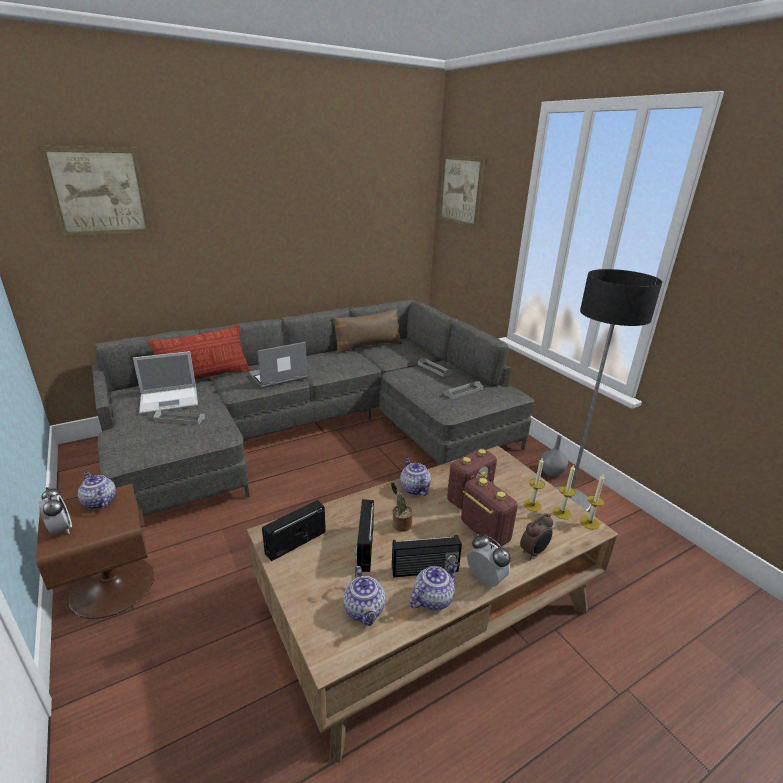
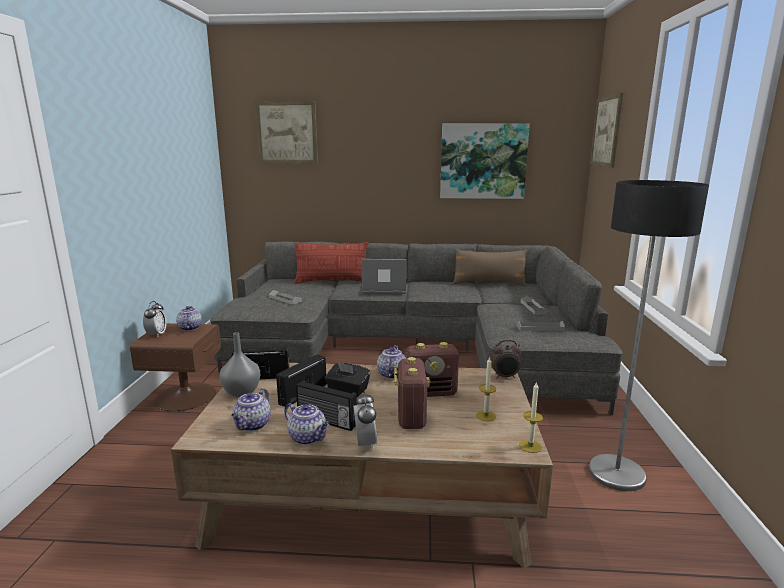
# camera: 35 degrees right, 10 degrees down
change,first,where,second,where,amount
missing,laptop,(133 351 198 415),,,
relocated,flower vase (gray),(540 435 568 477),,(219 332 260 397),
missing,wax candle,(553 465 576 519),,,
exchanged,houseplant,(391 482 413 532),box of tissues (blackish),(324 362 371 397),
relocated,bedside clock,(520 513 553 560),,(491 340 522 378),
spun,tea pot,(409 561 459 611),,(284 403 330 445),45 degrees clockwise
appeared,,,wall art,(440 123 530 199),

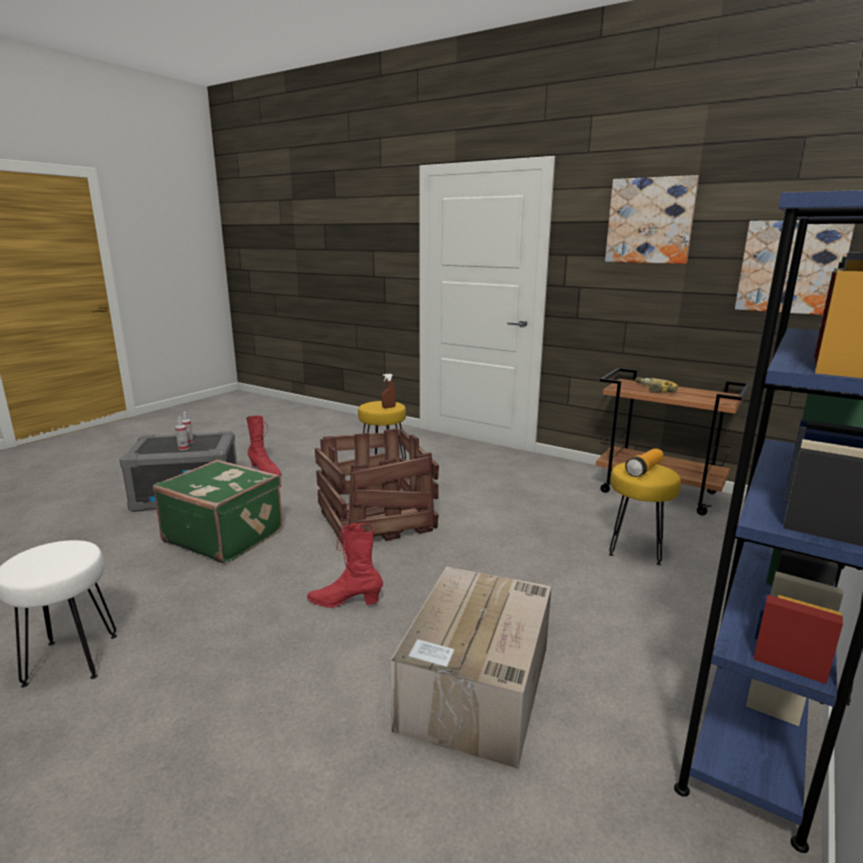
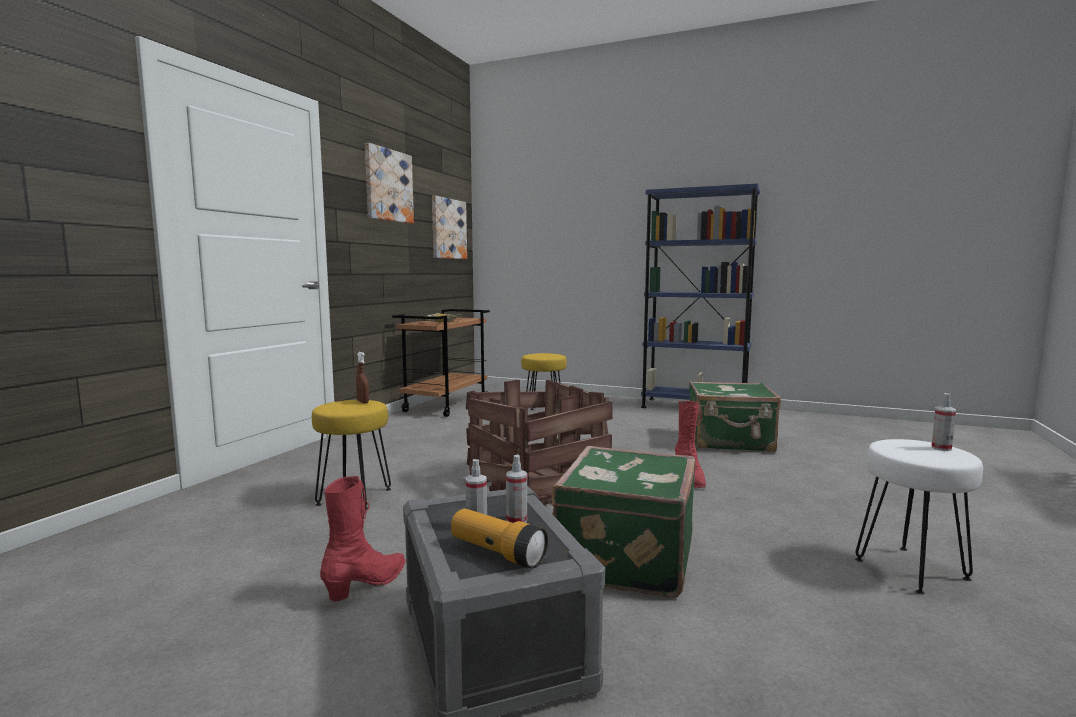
# camera: 100 degrees left, 10 degrees down
change,first,where,second,where,amount
relocated,flashlight,(625 448 663 477),,(451 509 548 569),
exchanged,cardboard box,(390 566 551 769),travel case (greenish),(689 381 781 452),
appeared,,,sprayer,(931 393 956 451),

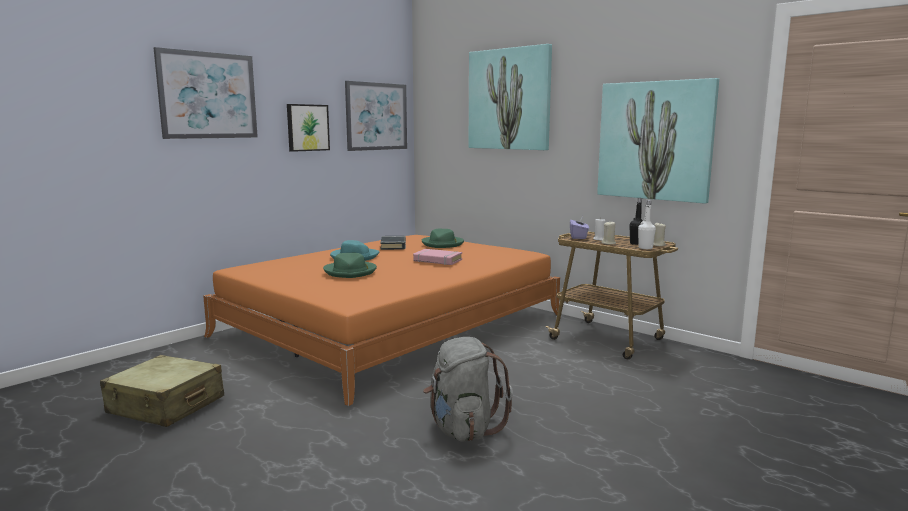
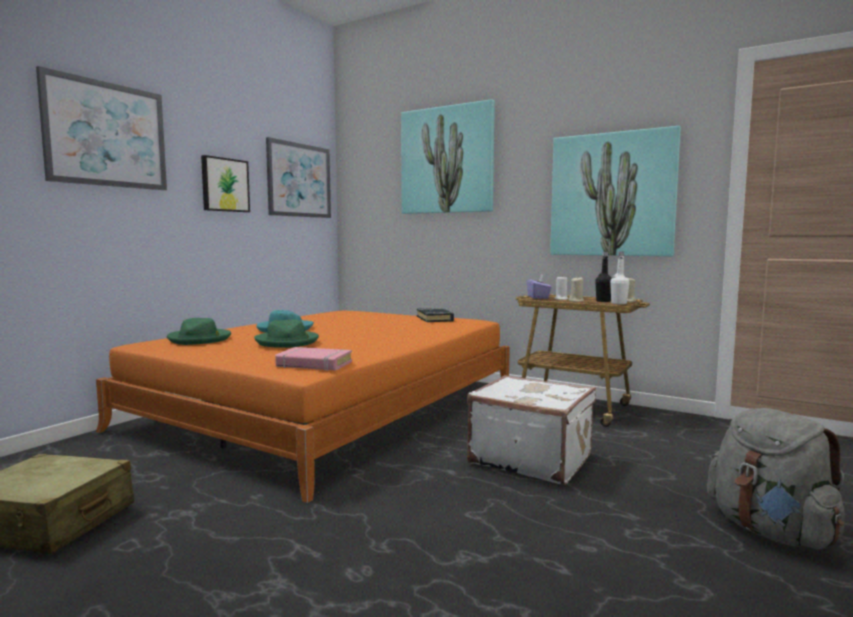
# camera: 10 degrees left, 5 degrees down
change,first,where,second,where,amount
relocated,wearable hat (greenish),(422 229 464 248),,(167 318 231 345),
relocated,volume (blackish),(380 236 406 250),,(417 308 454 322),
relocated,volume (pink),(413 249 462 265),,(275 347 352 371),
relocated,backpack (gray),(423 337 513 442),,(707 408 845 550),
appeared,,,travel case (whitish),(467 375 596 485),

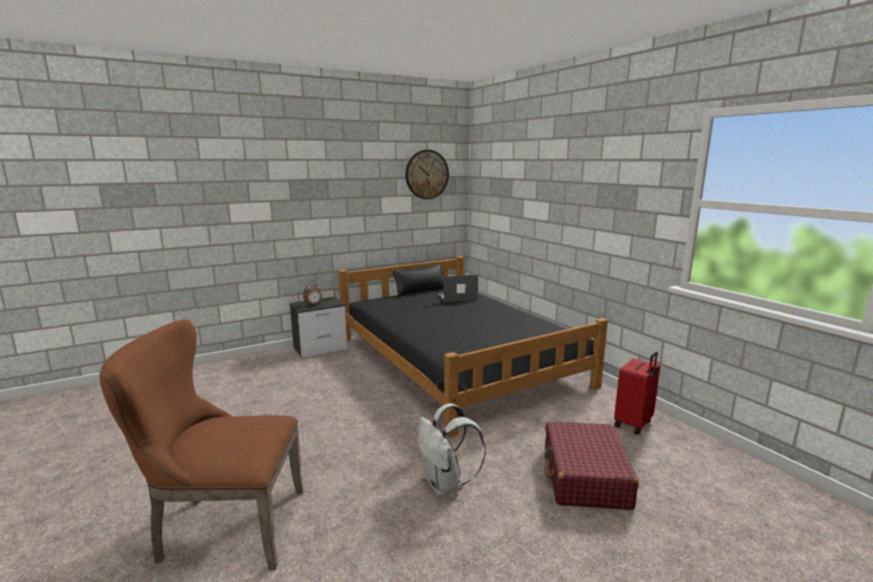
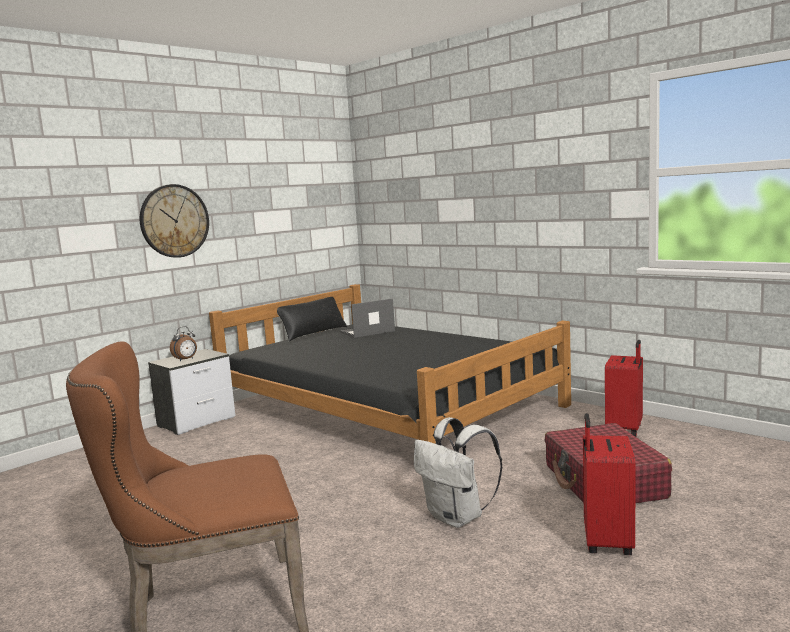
# camera: 15 degrees left, 5 degrees down
change,first,where,second,where,amount
relocated,clock on the wall,(406 150 449 199),,(140 184 209 258),
appeared,,,travel case (red),(583 413 635 555),

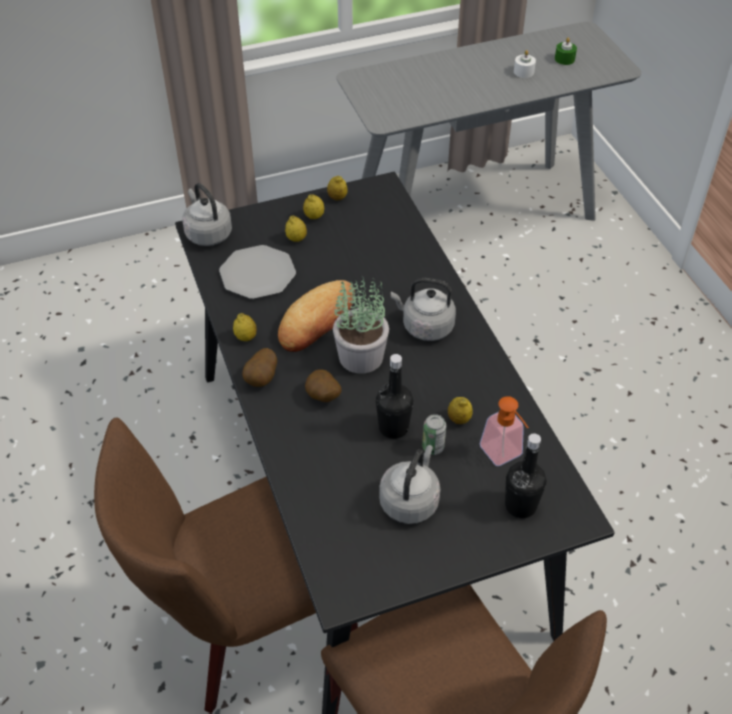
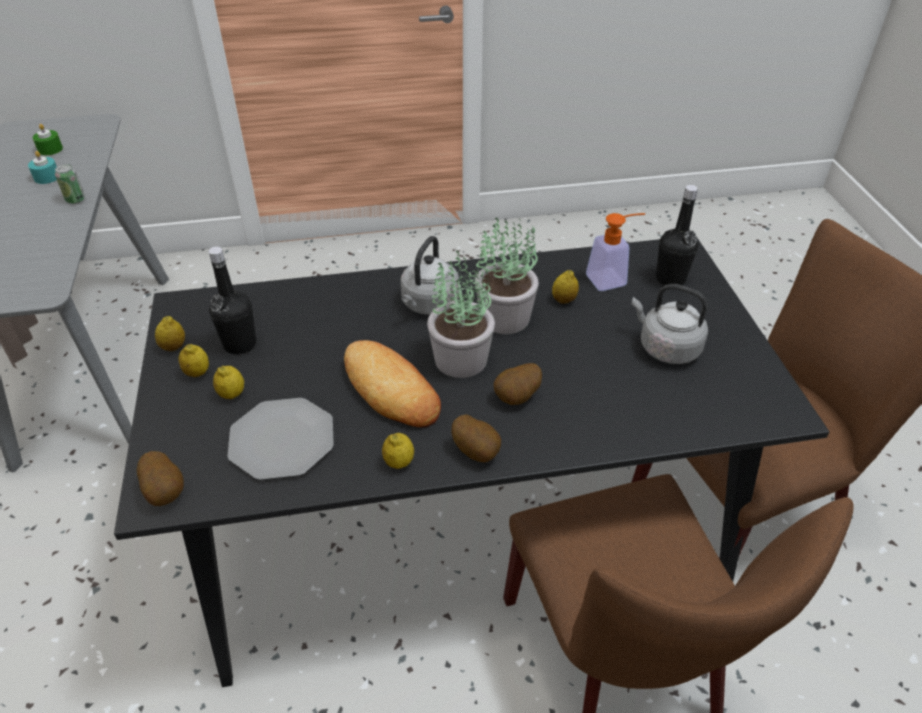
# camera: 80 degrees left, 5 degrees down
change,first,where,second,where,amount
colour,wax candle (whitish),(514 50 536 78),wax candle (blue-green),(28 151 57 184),
exchanged,tea kettle (gray),(182 183 232 246),potato,(137 451 184 506),
relocated,bottle (blackish),(376 354 413 439),,(209 247 256 355),
relocated,metal can,(422 414 446 455),,(55 164 85 204),
appeared,,,houseplant,(475 217 539 334),

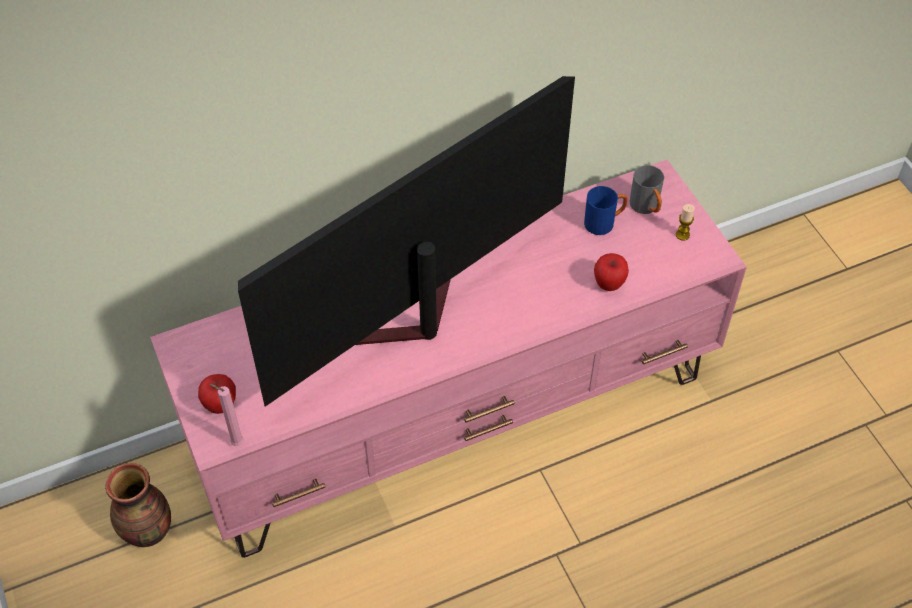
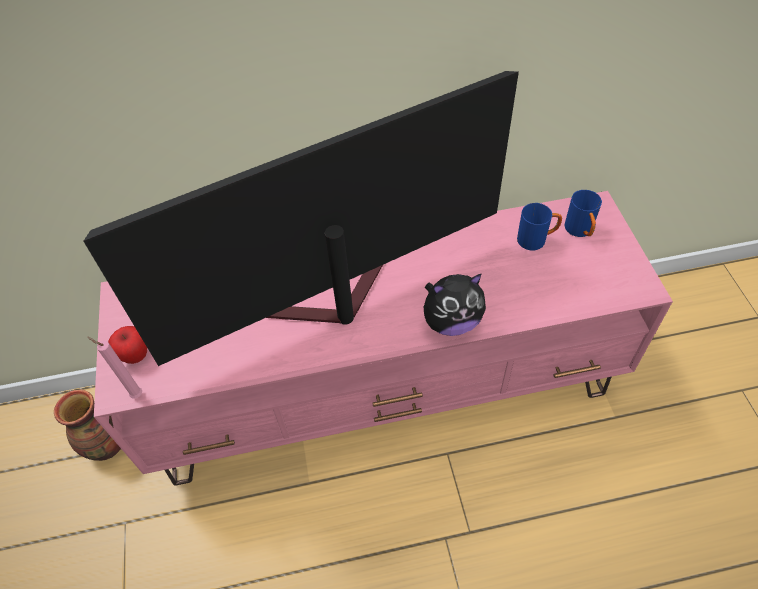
# camera: 15 degrees right, 0 degrees up
change,first,where,second,where,amount
colour,mug (gray),(630 165 664 214),mug (blue),(564 190 602 237),
missing,wax candle,(676 204 695 241),,,
missing,apple fruit,(594 253 629 291),,,
appeared,,,soft toy,(423 274 486 336),

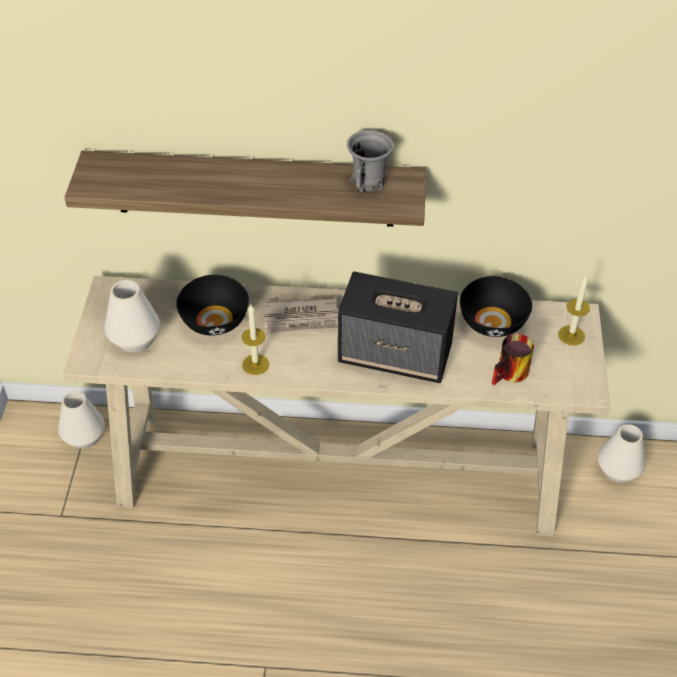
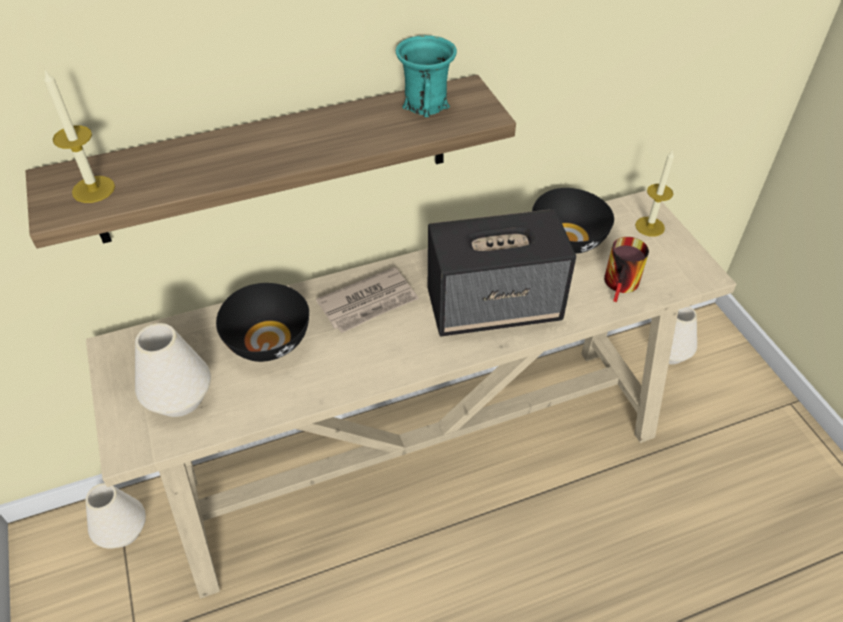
# camera: 25 degrees left, 0 degrees up
change,first,where,second,where,amount
colour,mug (gray),(347 130 394 192),mug (blue-green),(396 35 457 117),
relocated,wax candle,(242 305 269 375),,(44 68 115 203),

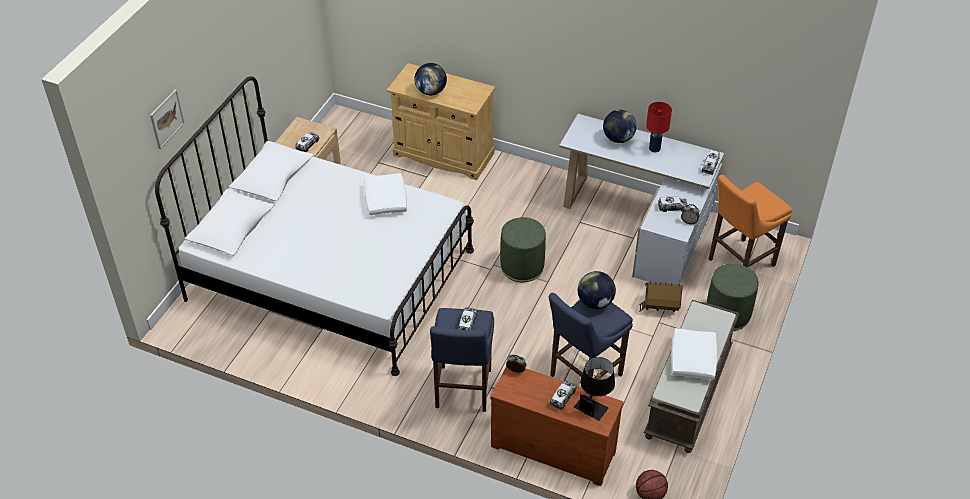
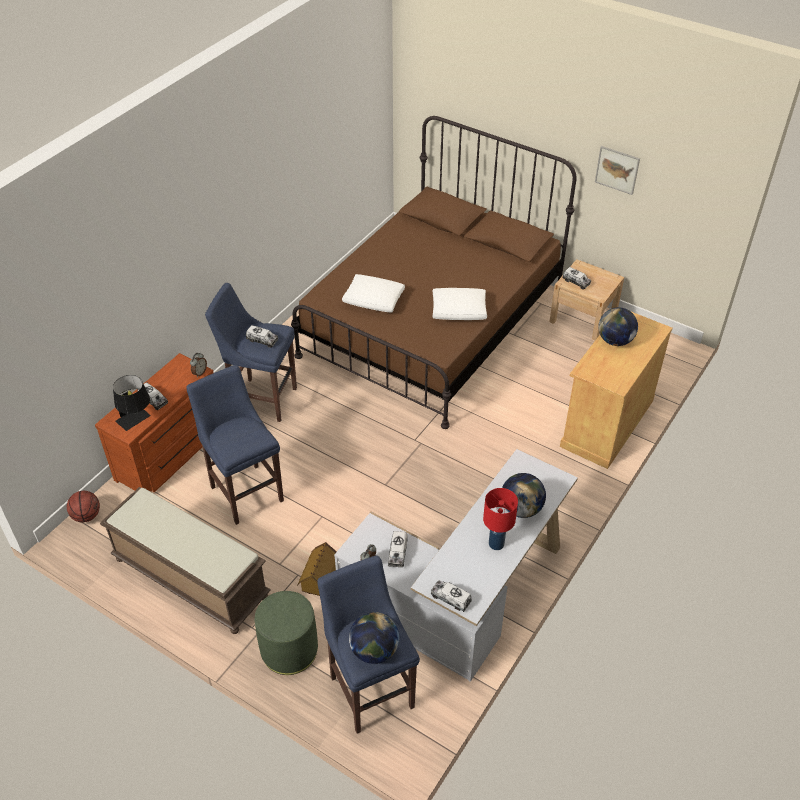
# camera: 100 degrees right, 0 degrees up
change,first,where,second,where,amount
colour,sleeping bed (whitish),(155 76 474 376),sleeping bed (brown),(291 116 577 429),
relocated,wall art,(150 90 185 149),,(595 146 640 195),
colour,stool (orange-coloured),(709 175 792 267),stool (blue),(318 556 420 734),
missing,footrest (greenish),(500 217 546 282),,,
relocated,desk globe,(578 271 616 309),,(349 612 399 664),
relocated,pillow (whitish),(671 328 718 380),,(342 274 405 312),

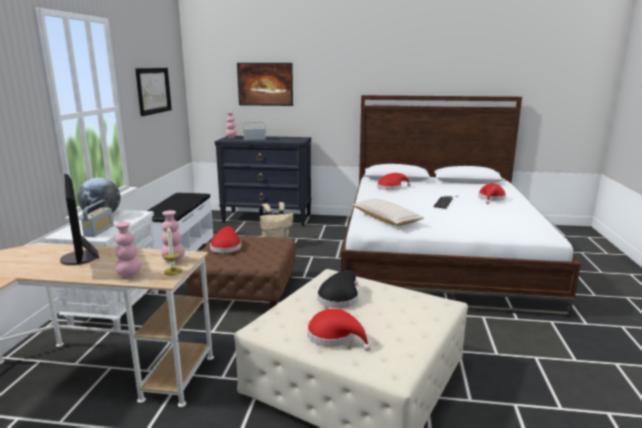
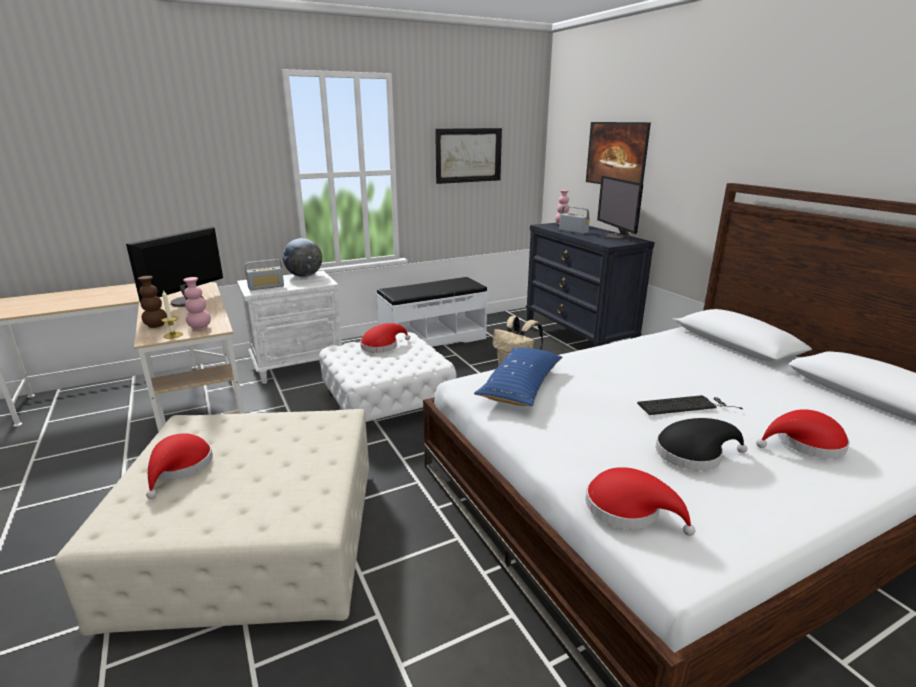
# camera: 55 degrees right, 5 degrees up
change,first,where,second,where,amount
relocated,wearable hat (red),(377 173 411 190),,(586 467 695 536),
colour,pillow (beige),(352 199 424 226),pillow (blue),(474 347 562 406),
colour,flower vase (pink),(115 222 141 278),flower vase (brown),(138 276 167 328),
colour,footrest (brown),(186 235 296 309),footrest (whitish),(319 332 456 422),
relocated,wearable hat (blackish),(317 270 358 308),,(656 418 747 470),
appeared,,,computer display,(597 176 643 240),

